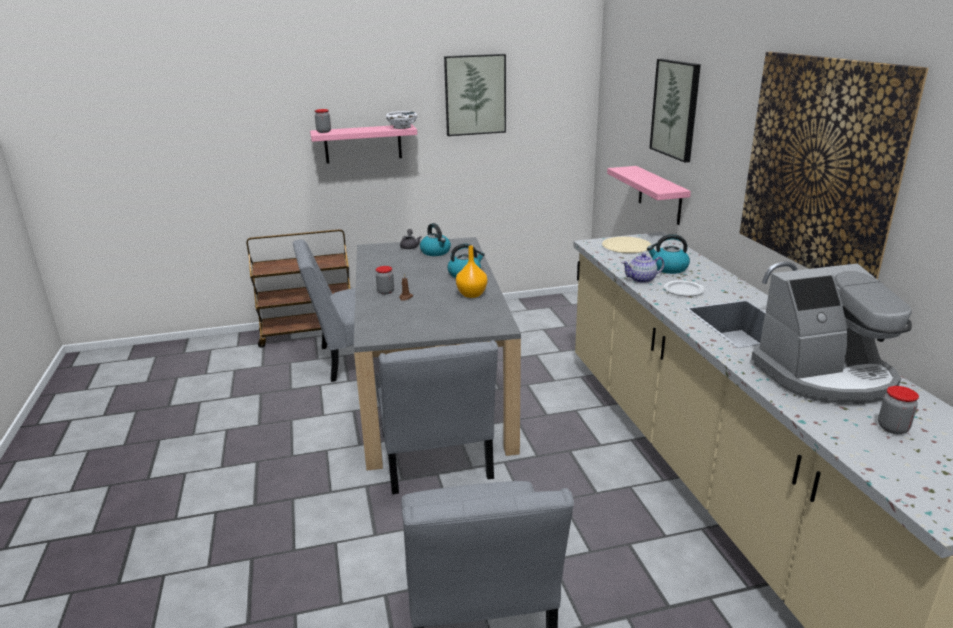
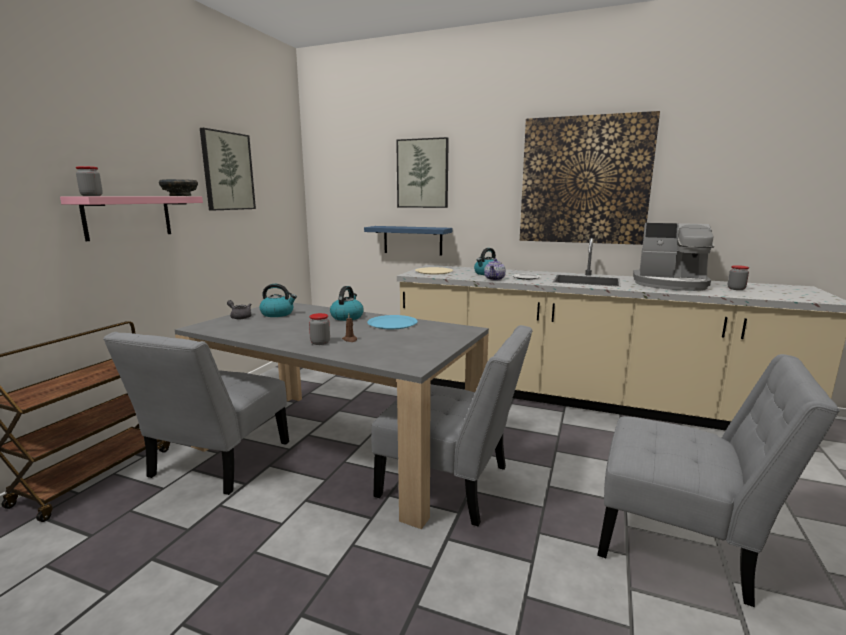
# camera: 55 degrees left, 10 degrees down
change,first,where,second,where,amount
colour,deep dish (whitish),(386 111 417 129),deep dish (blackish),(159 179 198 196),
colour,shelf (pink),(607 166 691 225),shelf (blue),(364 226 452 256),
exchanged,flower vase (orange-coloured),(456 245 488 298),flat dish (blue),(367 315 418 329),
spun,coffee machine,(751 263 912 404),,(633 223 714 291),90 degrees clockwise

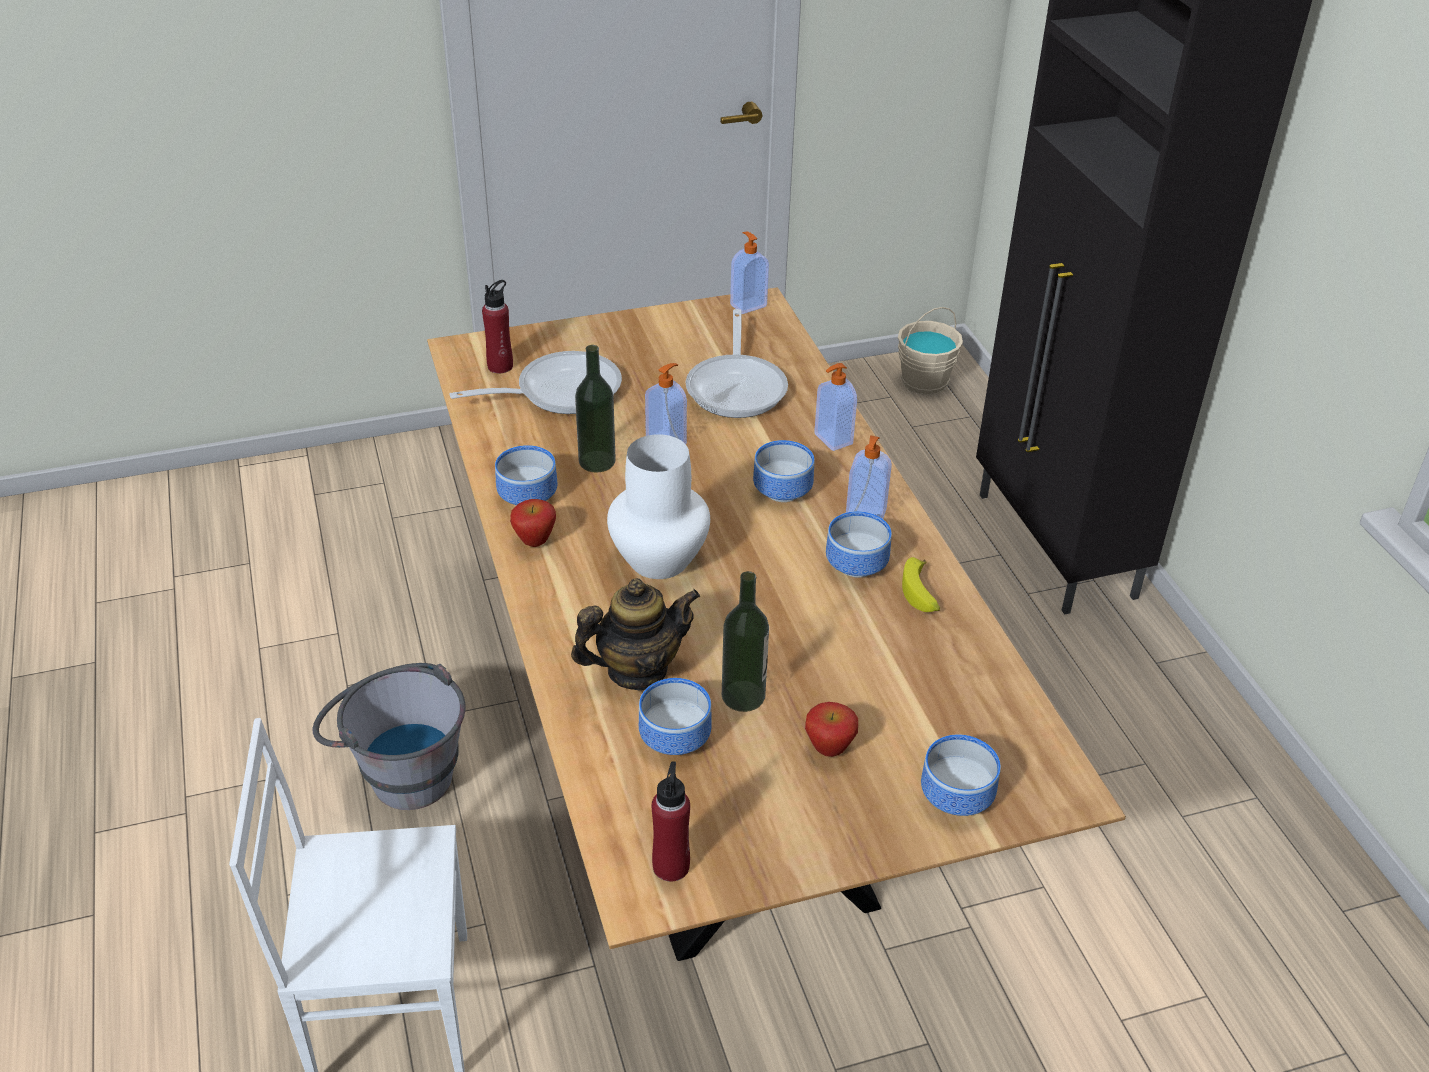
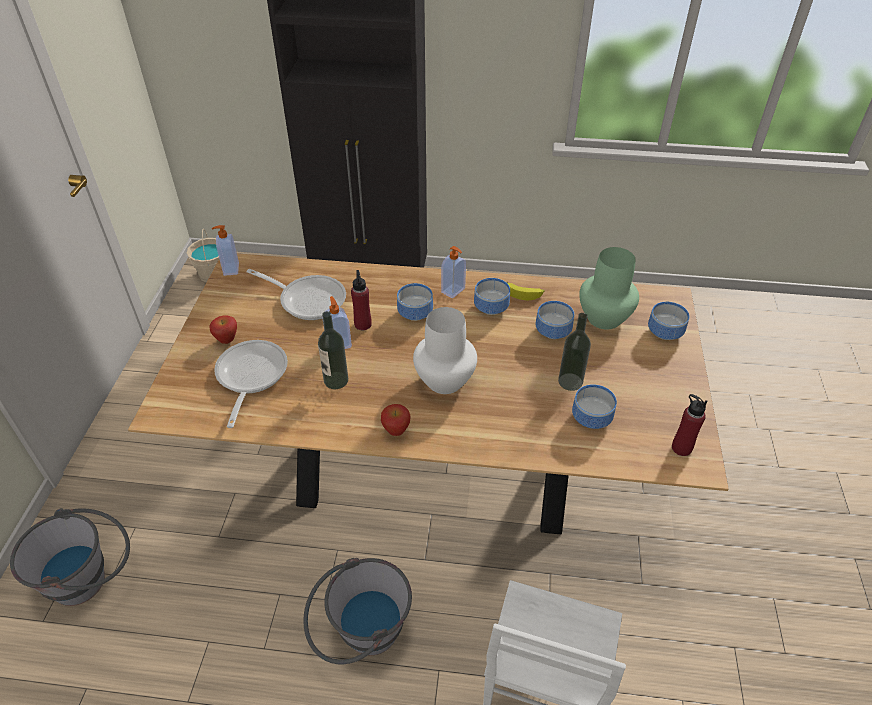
# camera: 65 degrees left, 5 degrees up
change,first,where,second,where,amount
relocated,bottle (red),(482 280 513 373),,(351 270 372 330),
missing,liquid soap bottle,(814 363 857 451),,,
relocated,deep dish,(495 445 557 506),,(536 301 574 339),
missing,tea pot,(571 578 700 690),,,
relocated,apple fruit,(805 702 858 757),,(209 316 237 344),
appeared,,,flower vase (greenish),(579 247 639 330),
appeared,,,water bucket (gray),(10 508 130 606),

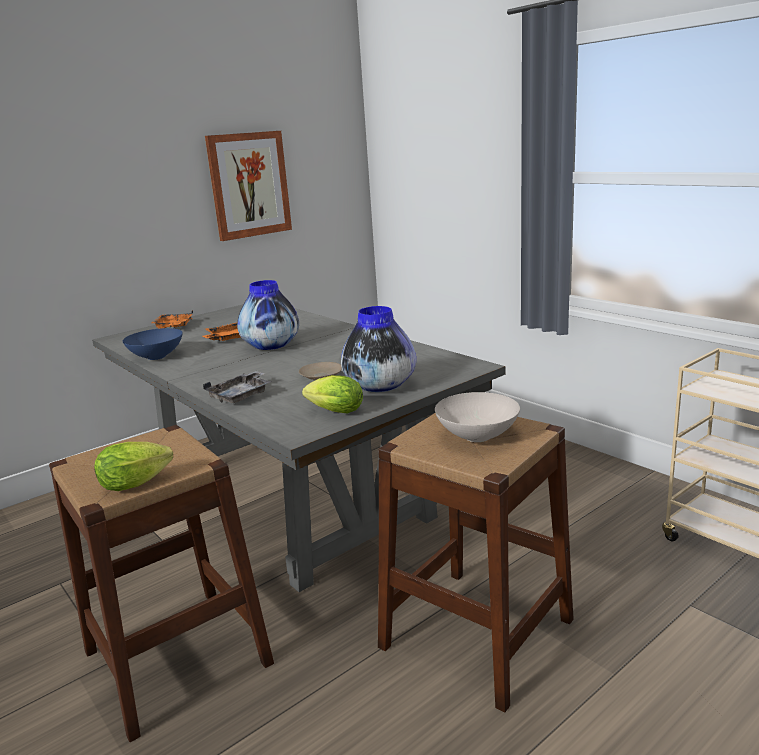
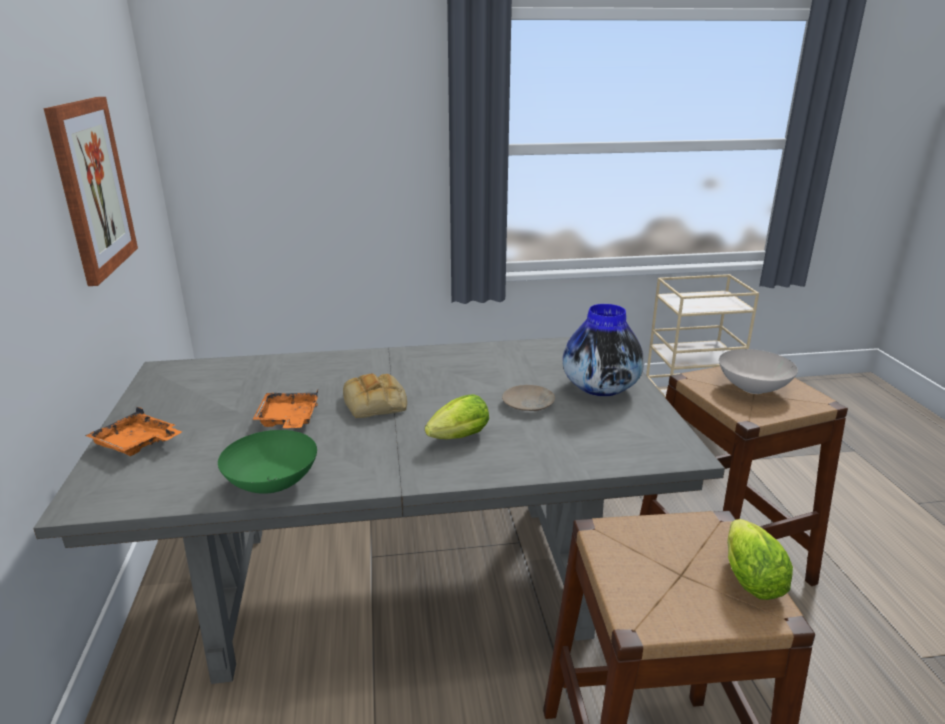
# camera: 60 degrees left, 5 degrees up
change,first,where,second,where,amount
exchanged,flower vase,(237 280 299 350),baked bread,(343 374 407 418),
colour,deep dish (blue),(123 328 183 360),deep dish (greenish),(218 430 317 494),
missing,carrying tray (gray),(203 371 271 403),,,
relocated,lettuce head,(302 375 363 414),,(425 394 489 439),

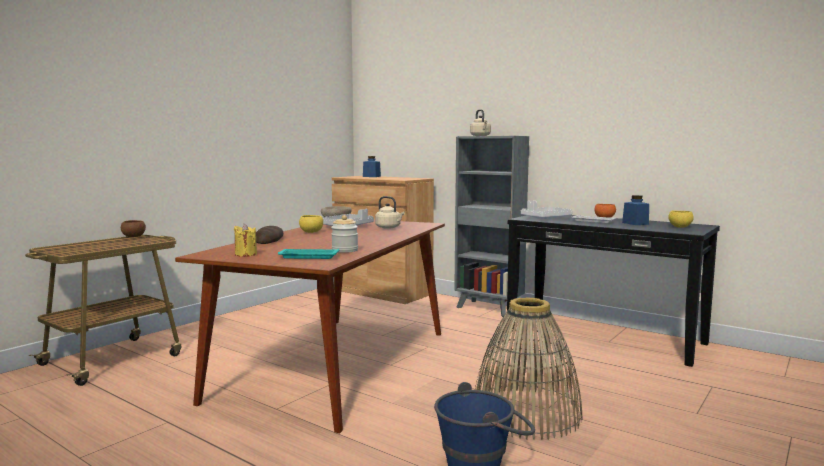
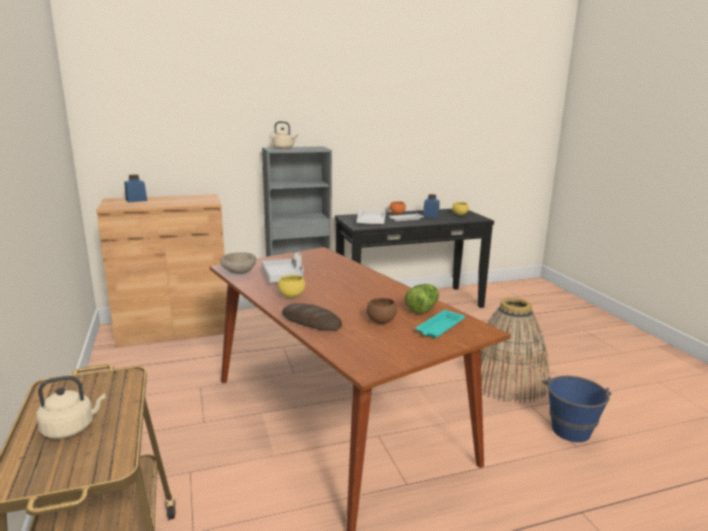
# camera: 55 degrees left, 10 degrees up
change,first,where,second,where,amount
relocated,tea kettle (beige),(375 196 405 229),,(36 376 106 439),
exchanged,storage jar,(331 215 358 253),lettuce head,(405 284 439 314),
relocated,deep dish (brown),(121 220 146 237),,(367 298 397 324),
missing,wax candle (yellow),(234 224 257 257),,,

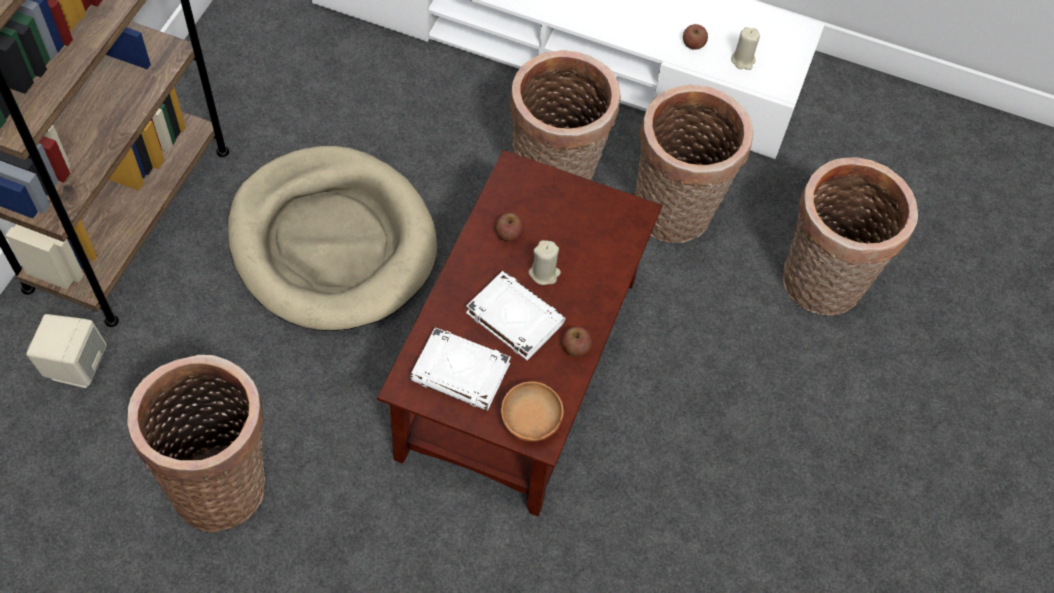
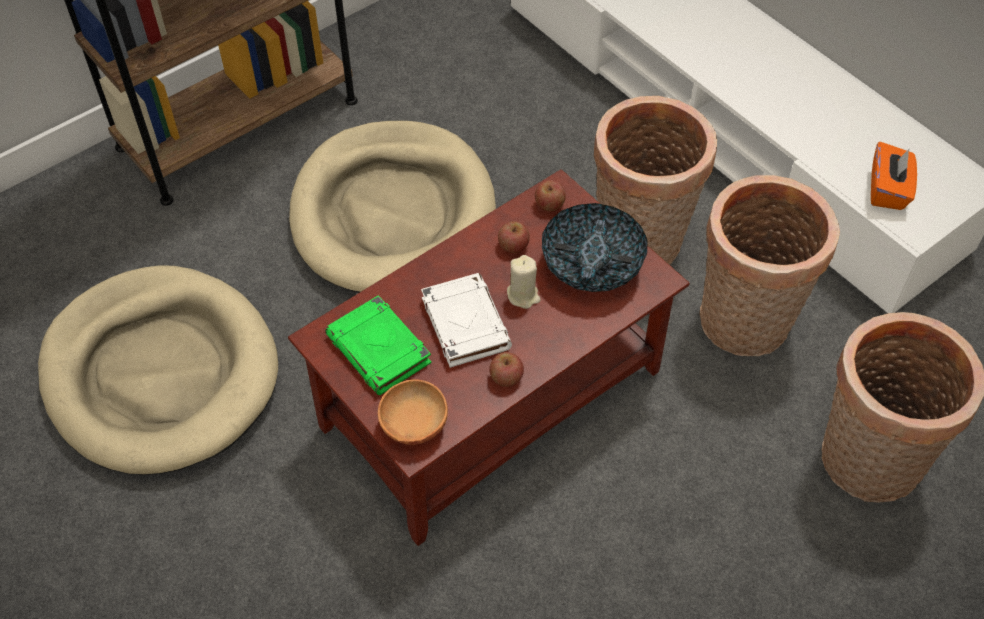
# camera: 35 degrees right, 5 degrees down
change,first,where,second,where,amount
relocated,apple fruit,(683 24 708 50),,(535 180 566 211),
exchanged,wax candle (beige),(731 27 760 70),box of tissues (orange-coloured),(871 142 917 210),
missing,speaker (beige),(26 314 107 388),,,
colour,volume (whitish),(410 327 511 411),volume (greenish),(325 295 432 395),
exchanged,basket,(127 355 265 532),dog bed (beige),(38 266 278 475),
appeared,,,deep dish,(542 203 648 292),

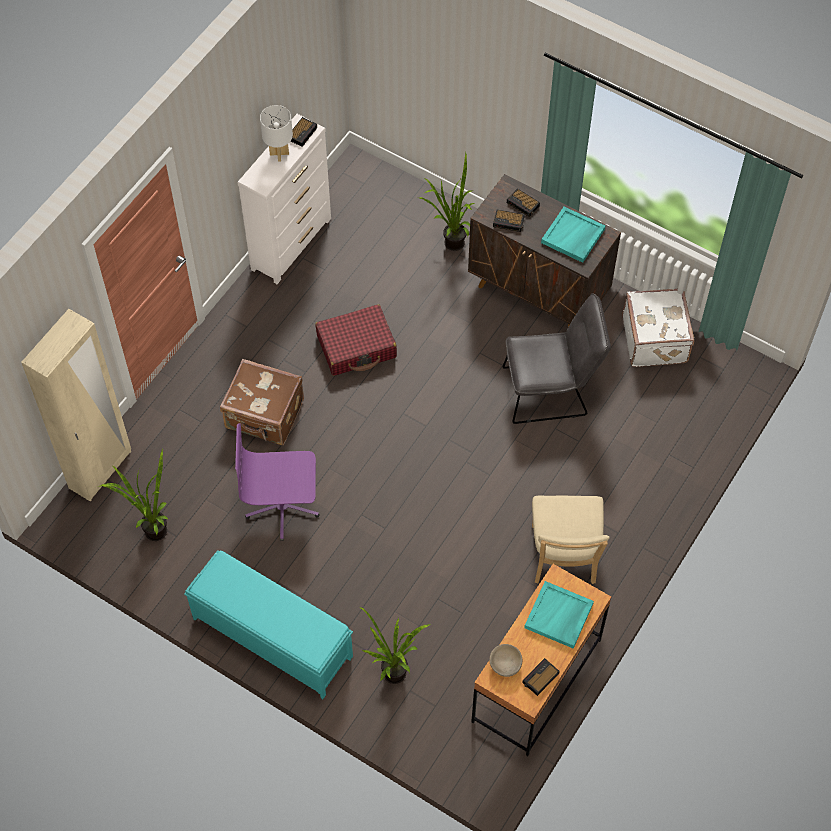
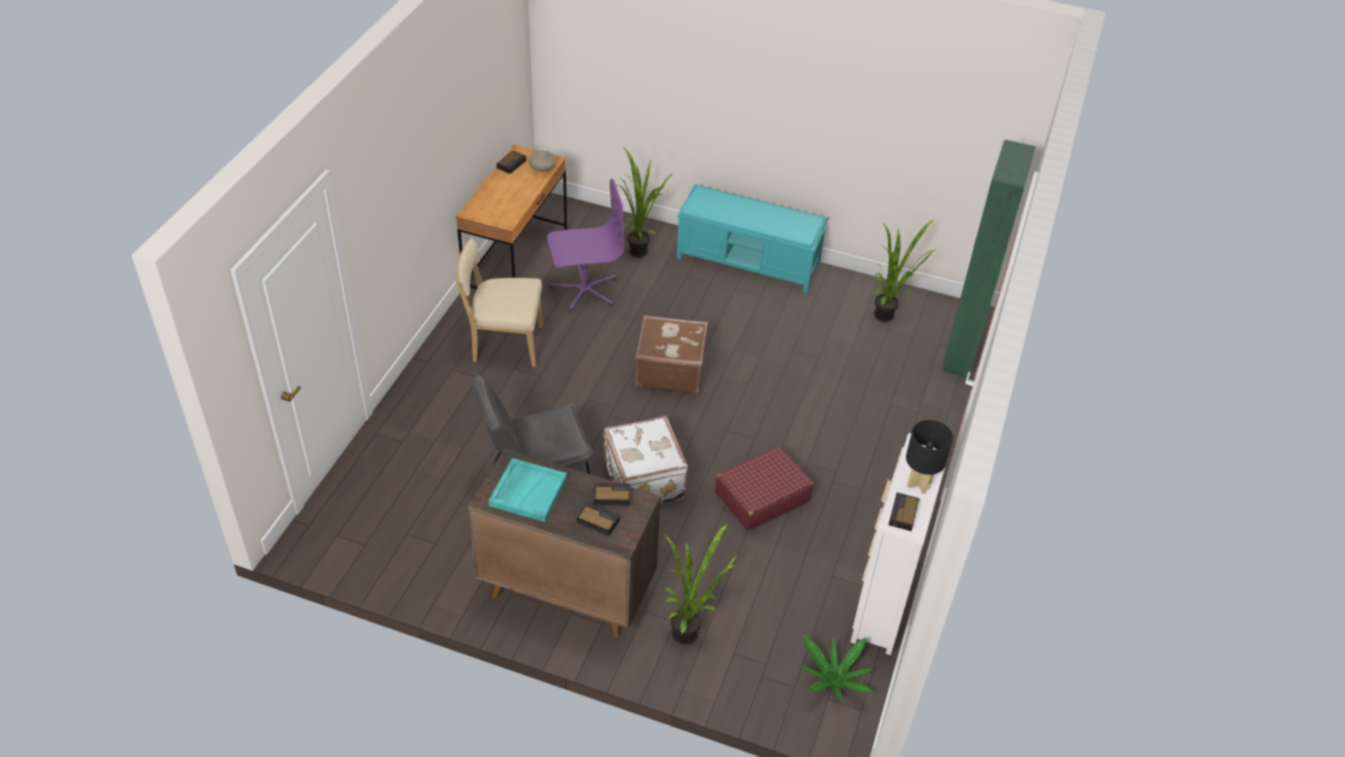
# camera: 165 degrees right, 15 degrees down
change,first,where,second,where,amount
colour,lamp for a table (whitish),(260 105 293 161),lamp for a table (blackish),(906 420 953 494),
relocated,travel case (whitish),(622 289 695 367),,(603 416 688 505),
colour,armoire (beige),(21 309 131 501),armoire (greenish),(943 140 1036 378),
relocated,travel case (brown),(220 359 304 446),,(635 315 708 395),
relocated,desk chair (purple),(235 423 319 541),,(547 179 624 312),
spun,plain chair (beige),(532 496 610 584),,(455 238 543 367),75 degrees counterclockwise
missing,carrying tray (blue-green),(524 581 594 649),,,
appeared,,,houseplant,(801 635 873 700),

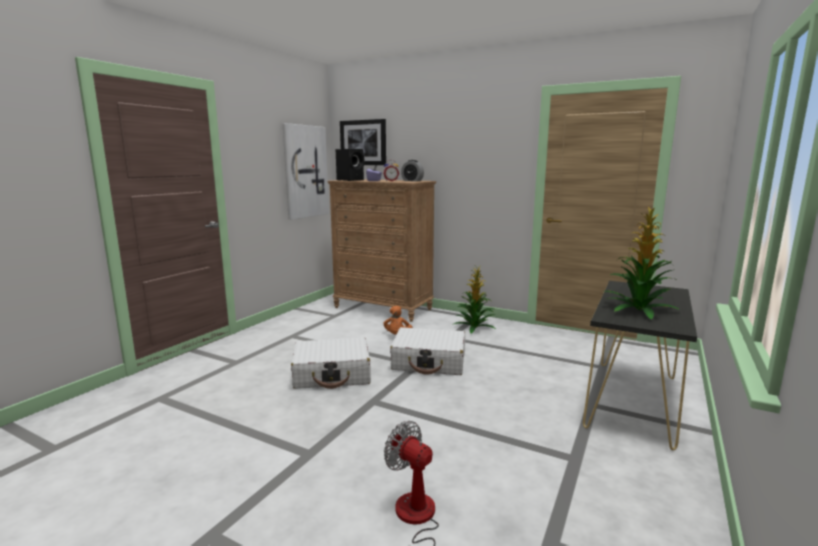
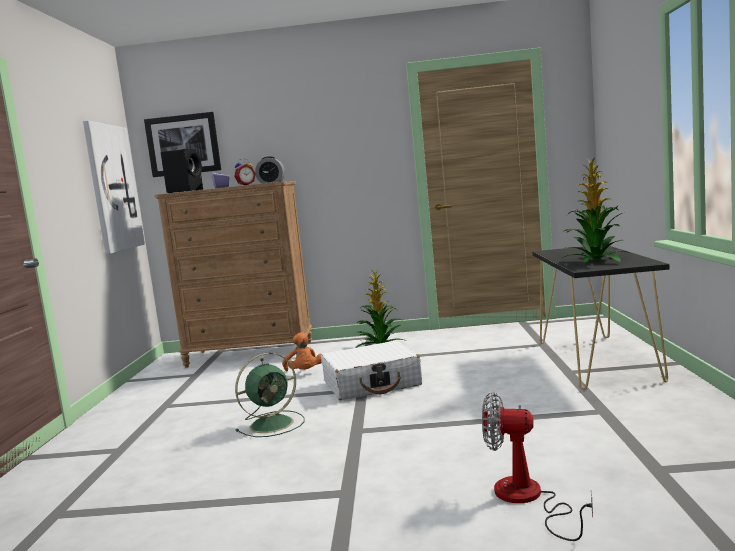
# camera: 25 degrees left, 5 degrees down
change,first,where,second,where,amount
exchanged,travel case (whitish),(291 337 371 389),cooling fan (greenish),(235 353 304 437),

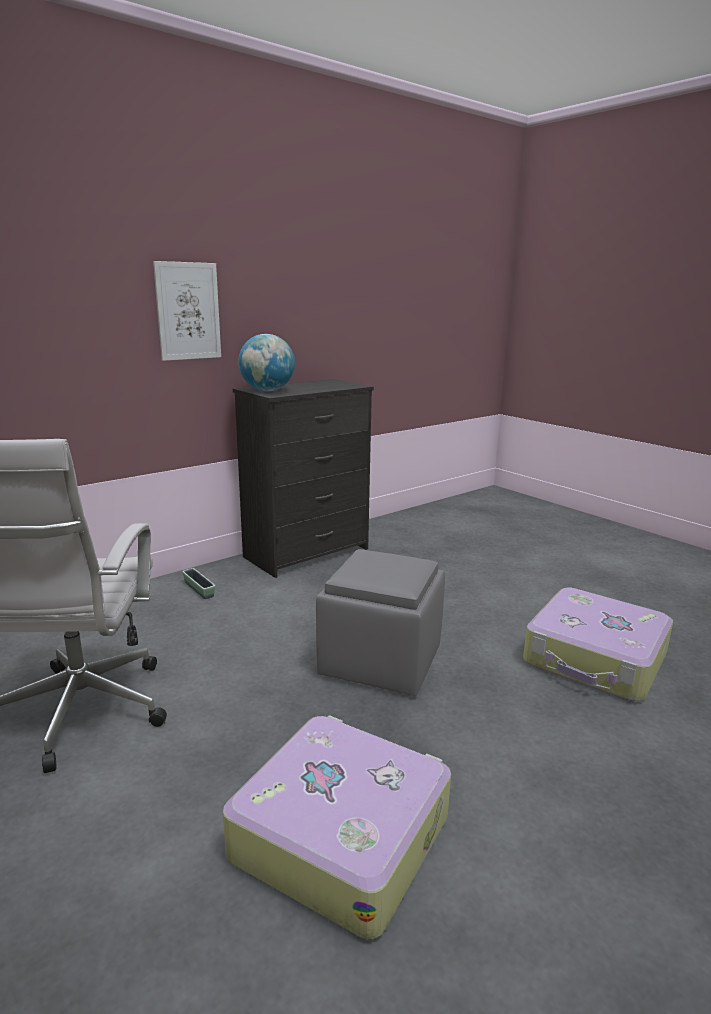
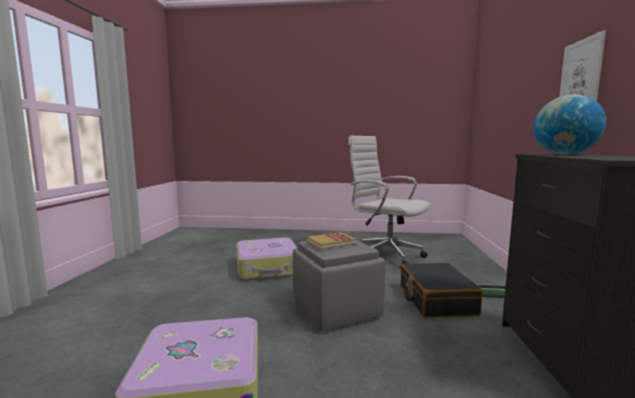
# camera: 135 degrees right, 10 degrees down
change,first,where,second,where,amount
appeared,,,volume,(307 232 357 250),
appeared,,,travel case (blackish),(400 263 483 317),

